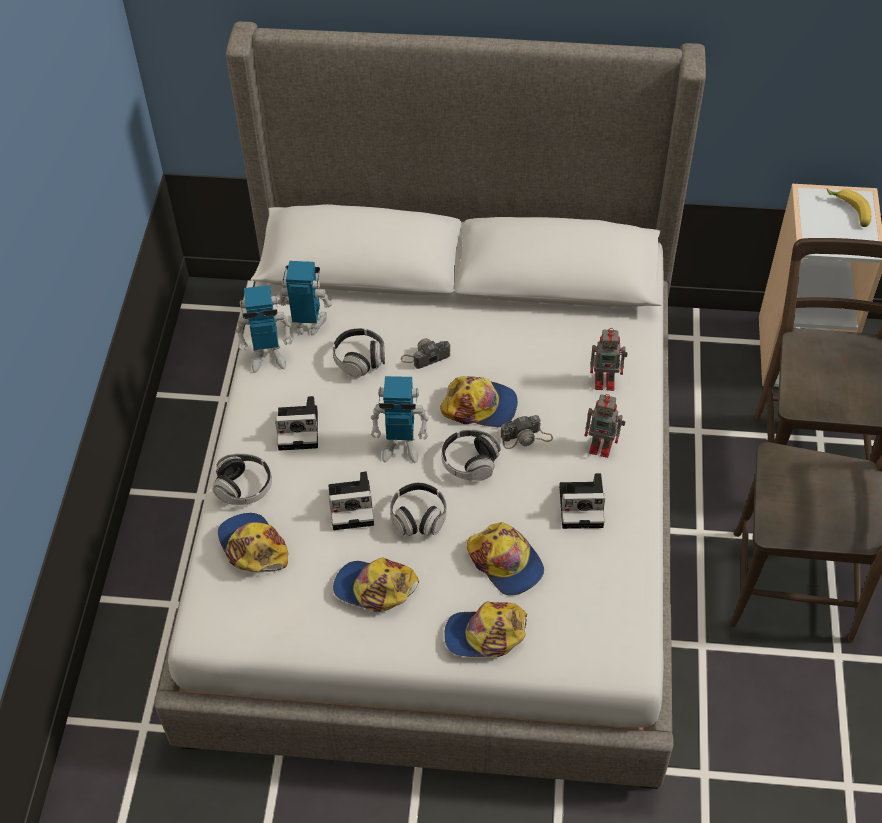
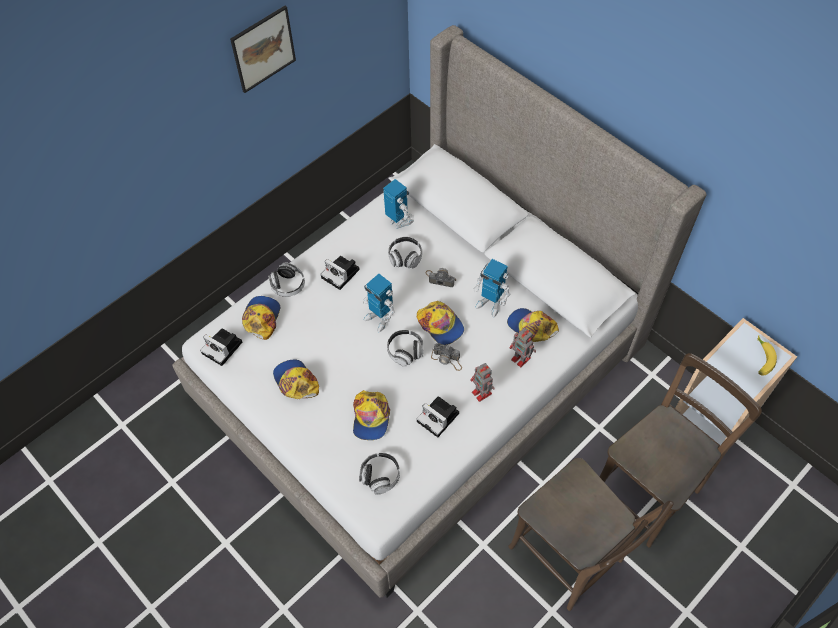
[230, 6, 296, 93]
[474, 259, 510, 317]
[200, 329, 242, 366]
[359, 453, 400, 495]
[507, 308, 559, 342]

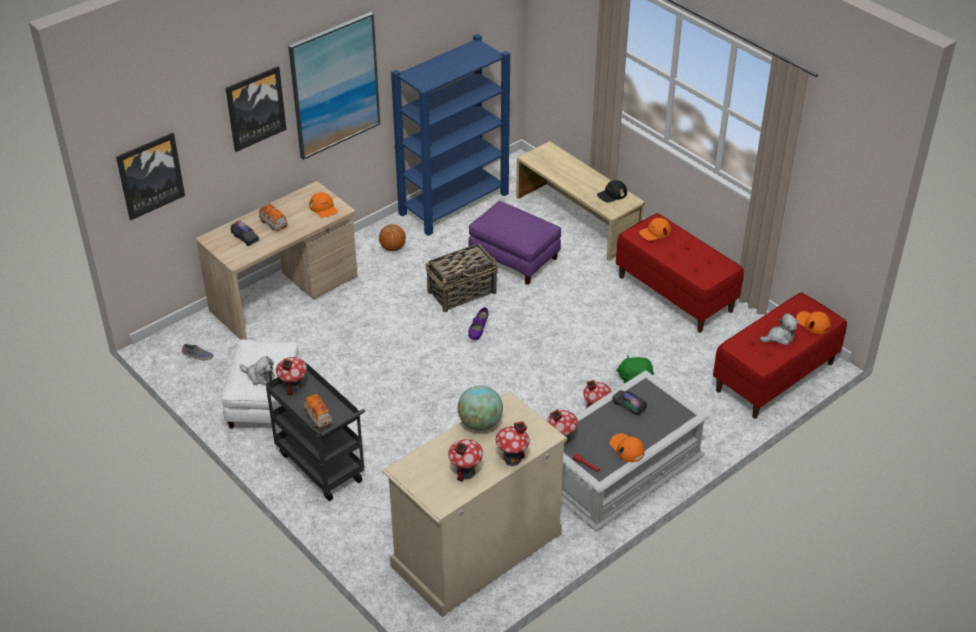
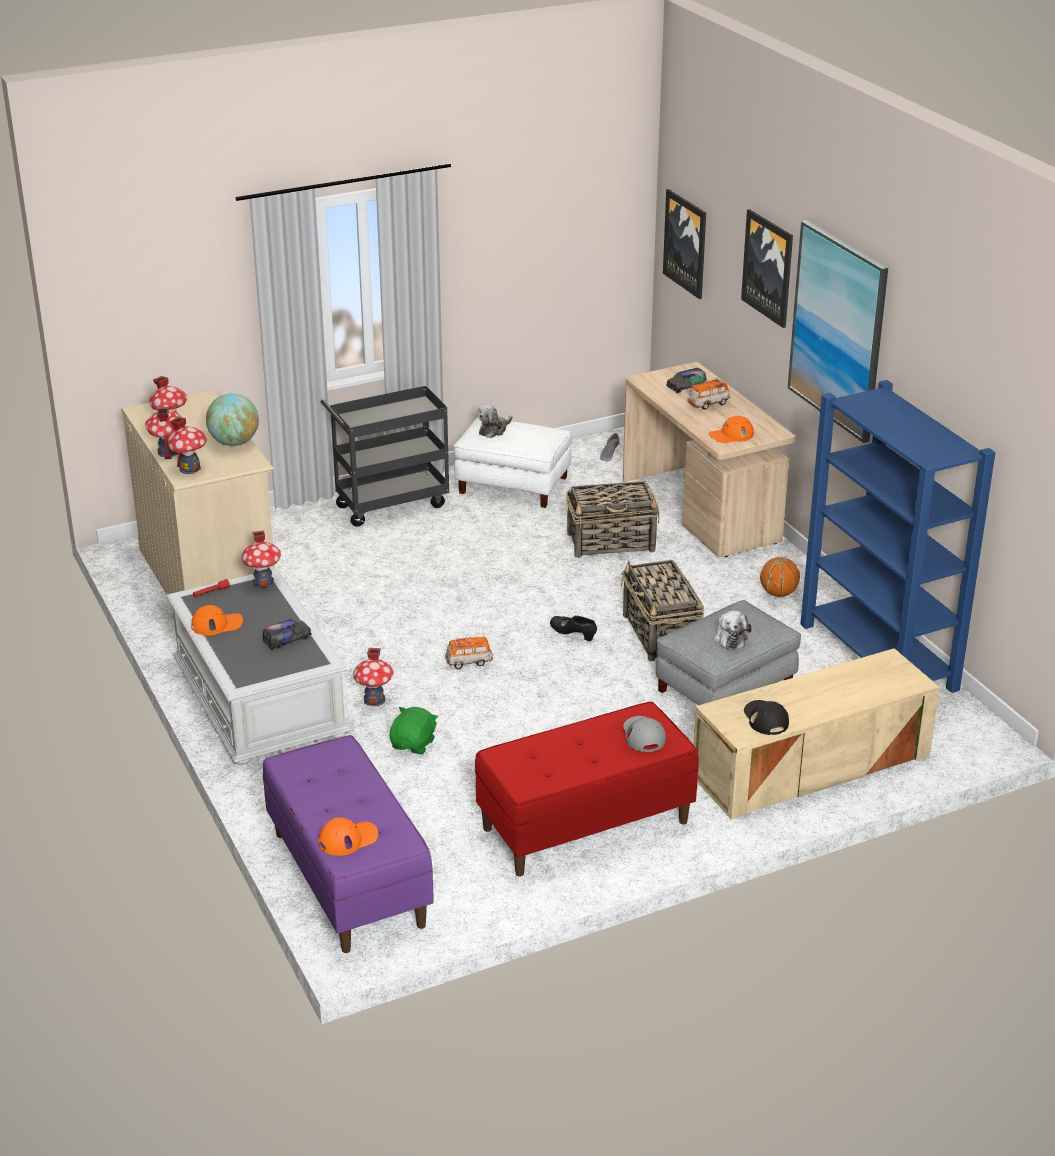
[566, 481, 659, 558]
[167, 417, 207, 474]
[445, 637, 493, 669]
[713, 610, 752, 649]
[656, 600, 801, 705]
[550, 616, 597, 641]
[623, 716, 666, 752]
[263, 735, 434, 953]

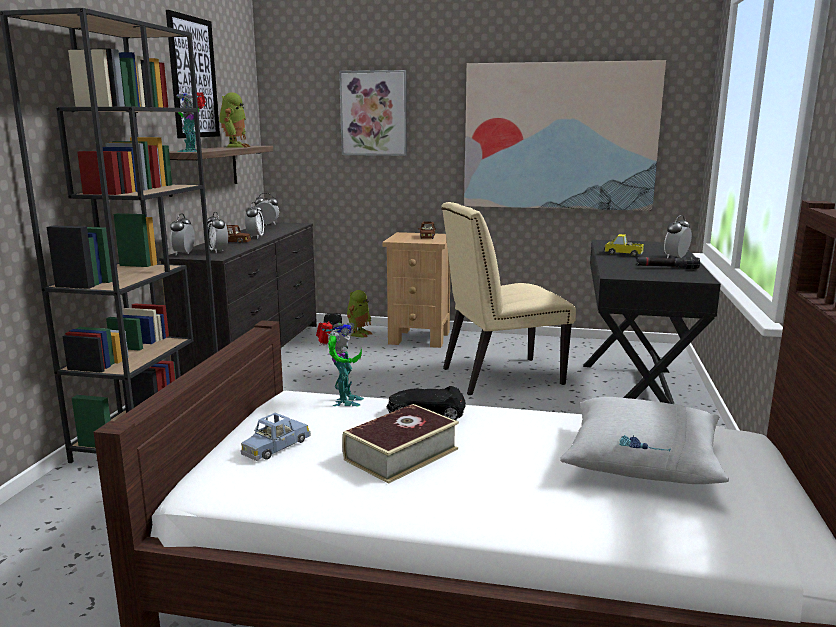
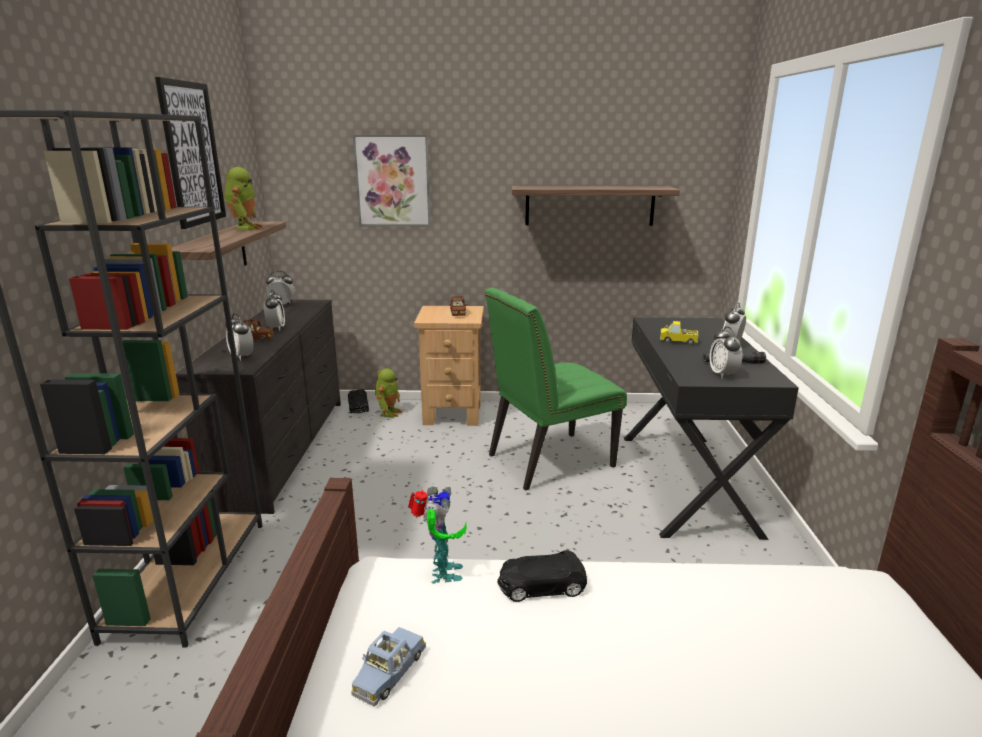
[176, 92, 206, 152] (first image)
[342, 404, 459, 484] (first image)
[560, 397, 729, 484] (first image)
[709, 327, 742, 379]
[512, 186, 680, 226]
[485, 287, 627, 491]

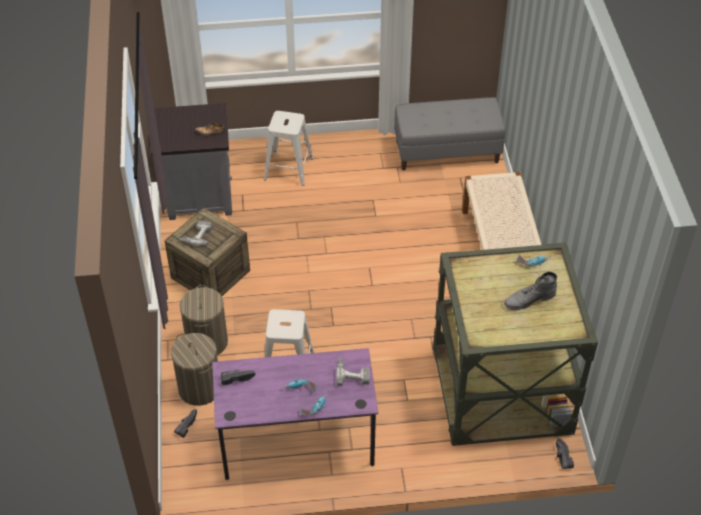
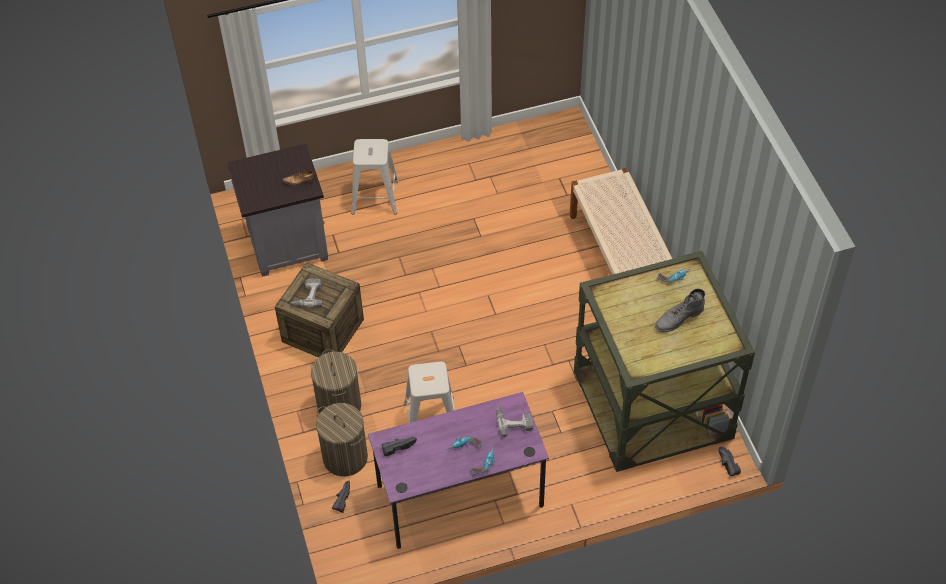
[394, 97, 505, 170] (first image)

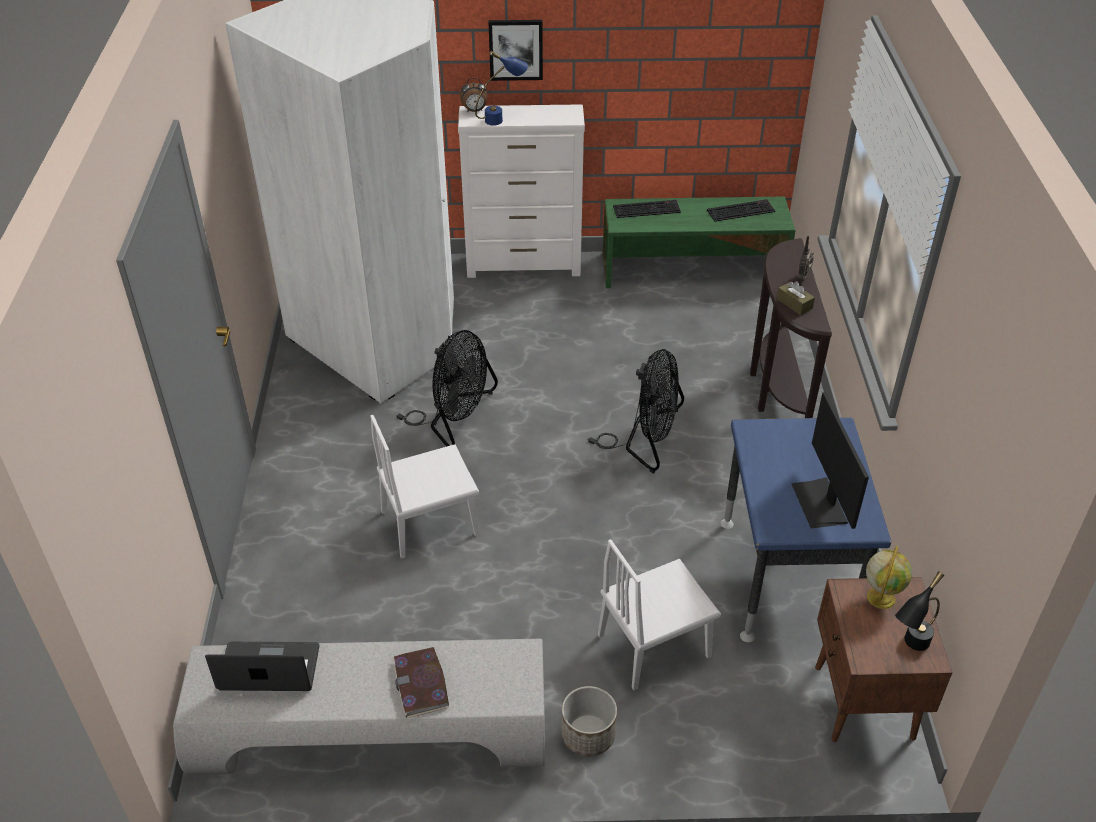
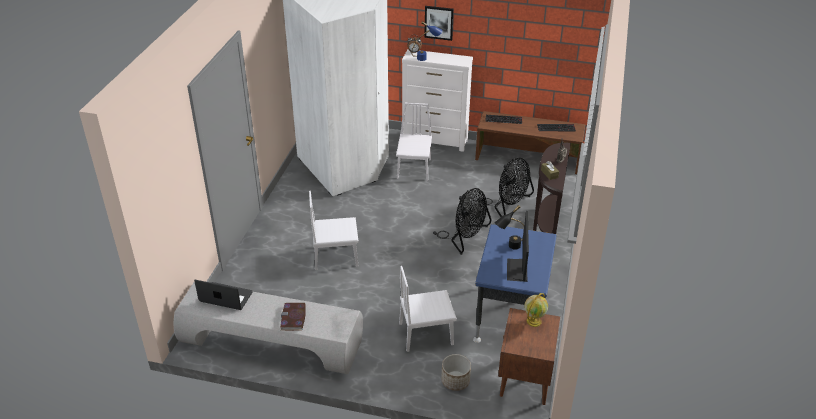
[396, 103, 432, 181]
[477, 158, 534, 217]
[441, 354, 471, 391]
[495, 205, 524, 250]
[475, 111, 586, 174]

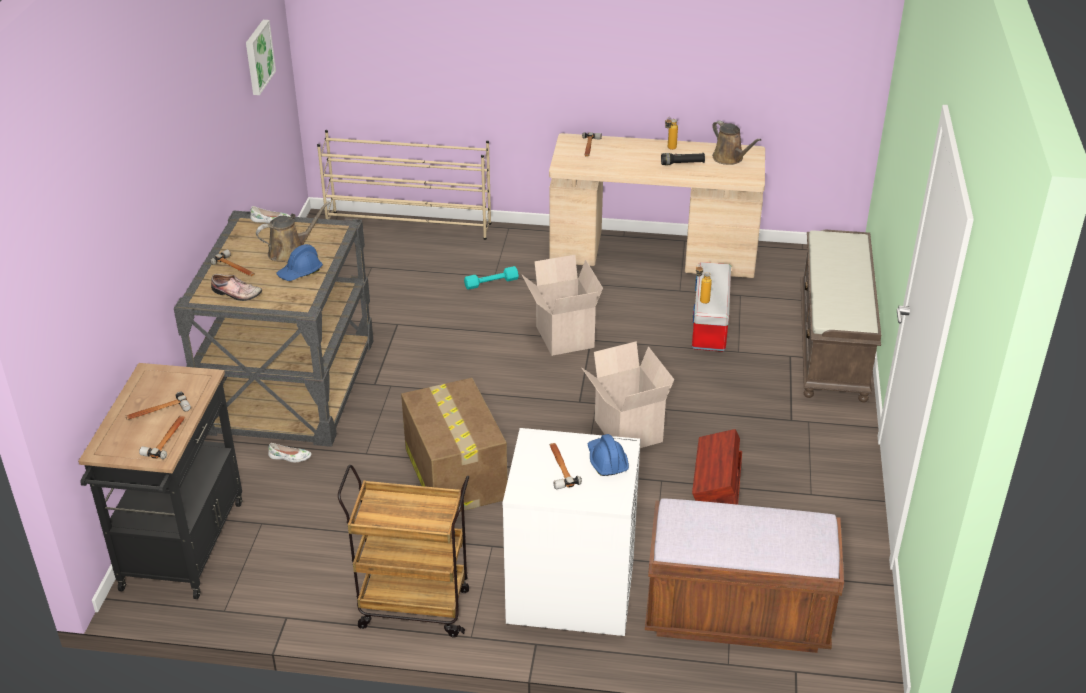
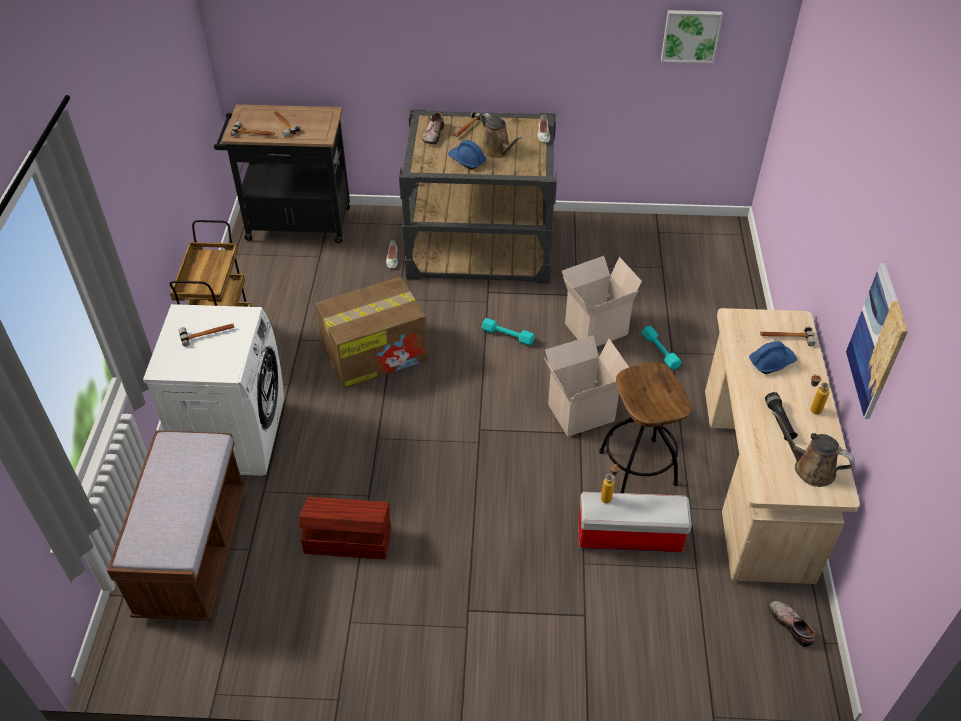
[317, 130, 491, 240] (first image)
[800, 230, 881, 403] (first image)
[481, 318, 535, 346]
[599, 363, 691, 493]
[769, 601, 815, 647]
[846, 263, 908, 419]
[562, 256, 642, 347]
[749, 341, 797, 374]
[772, 411, 855, 487]

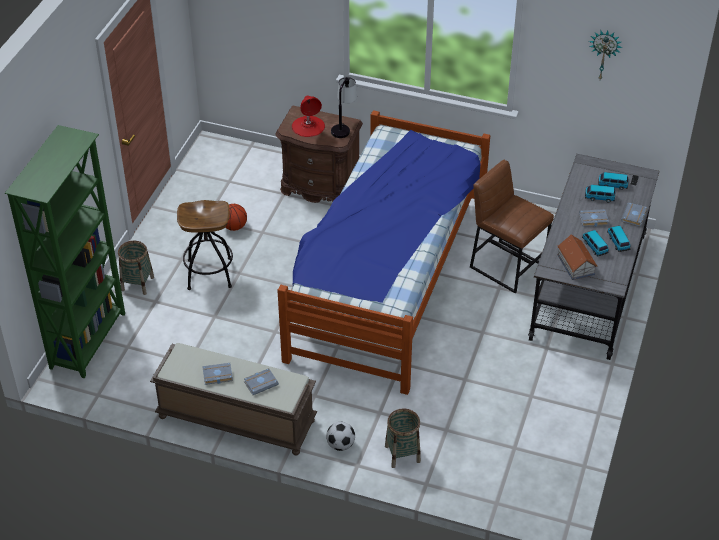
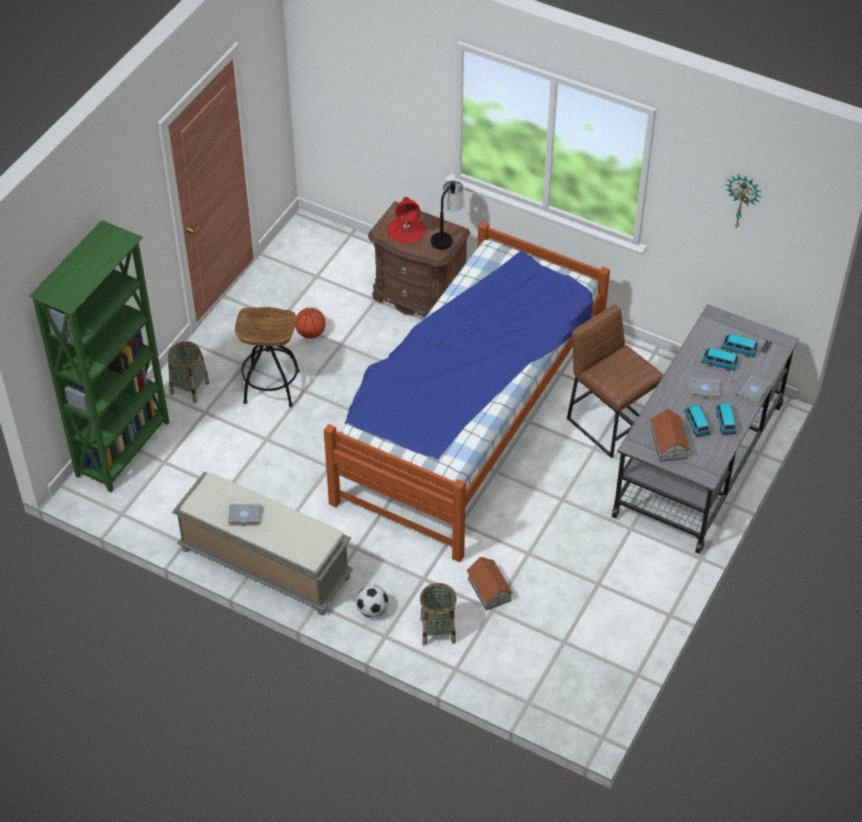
[244, 368, 279, 395] (first image)
[467, 557, 513, 611]
[172, 472, 353, 615]

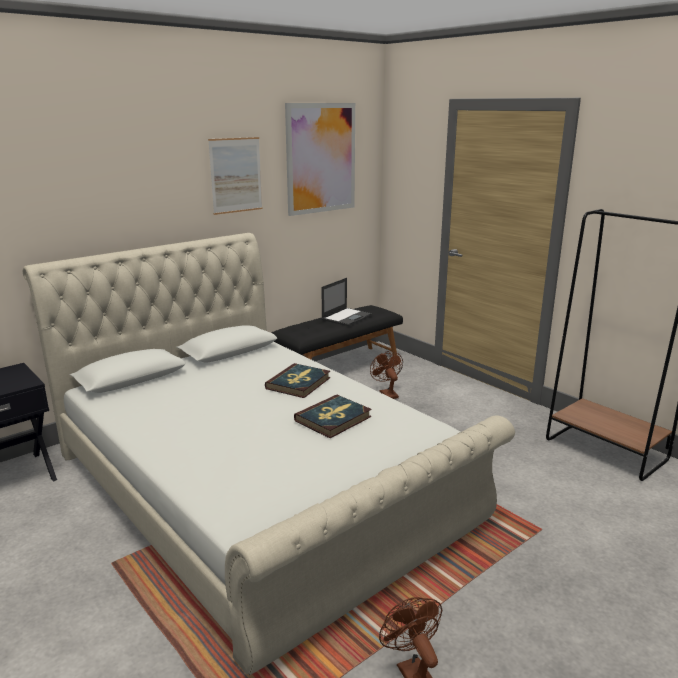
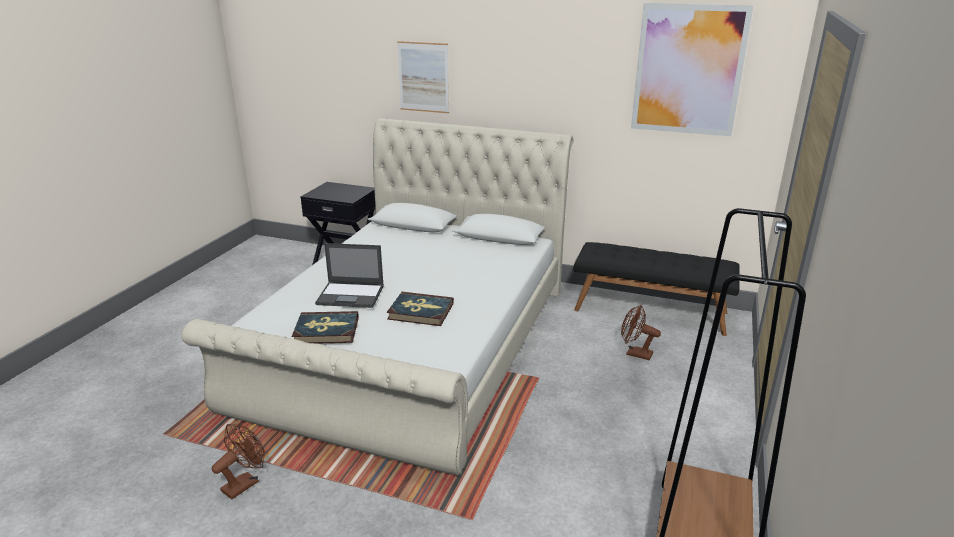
[397, 41, 449, 113]
[292, 311, 359, 344]
[315, 243, 384, 308]
[621, 305, 661, 360]

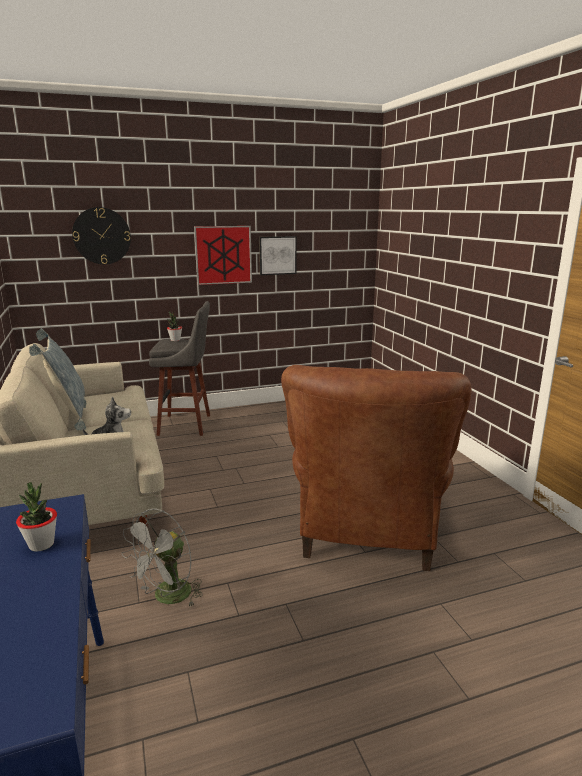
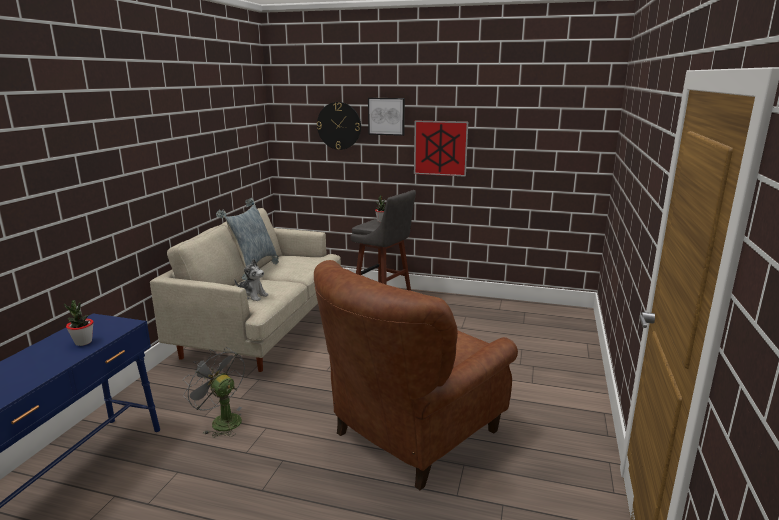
[368, 98, 405, 136]
[183, 347, 245, 438]

